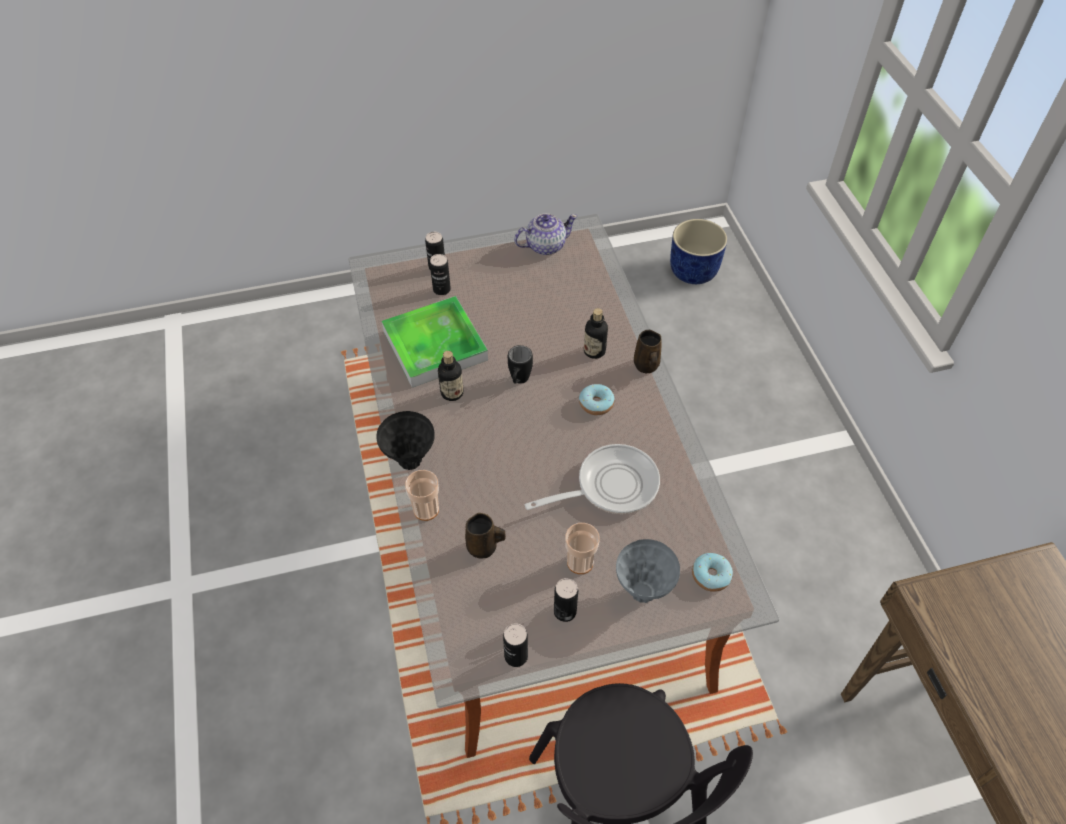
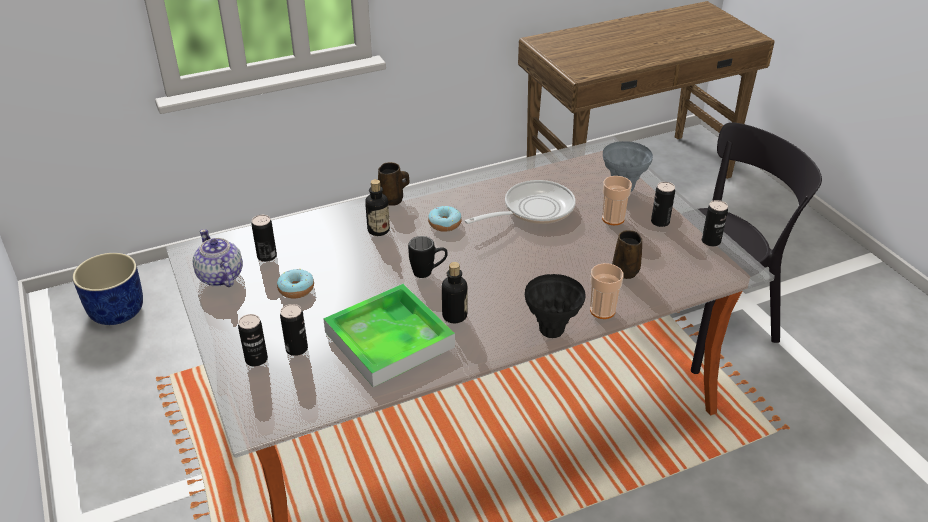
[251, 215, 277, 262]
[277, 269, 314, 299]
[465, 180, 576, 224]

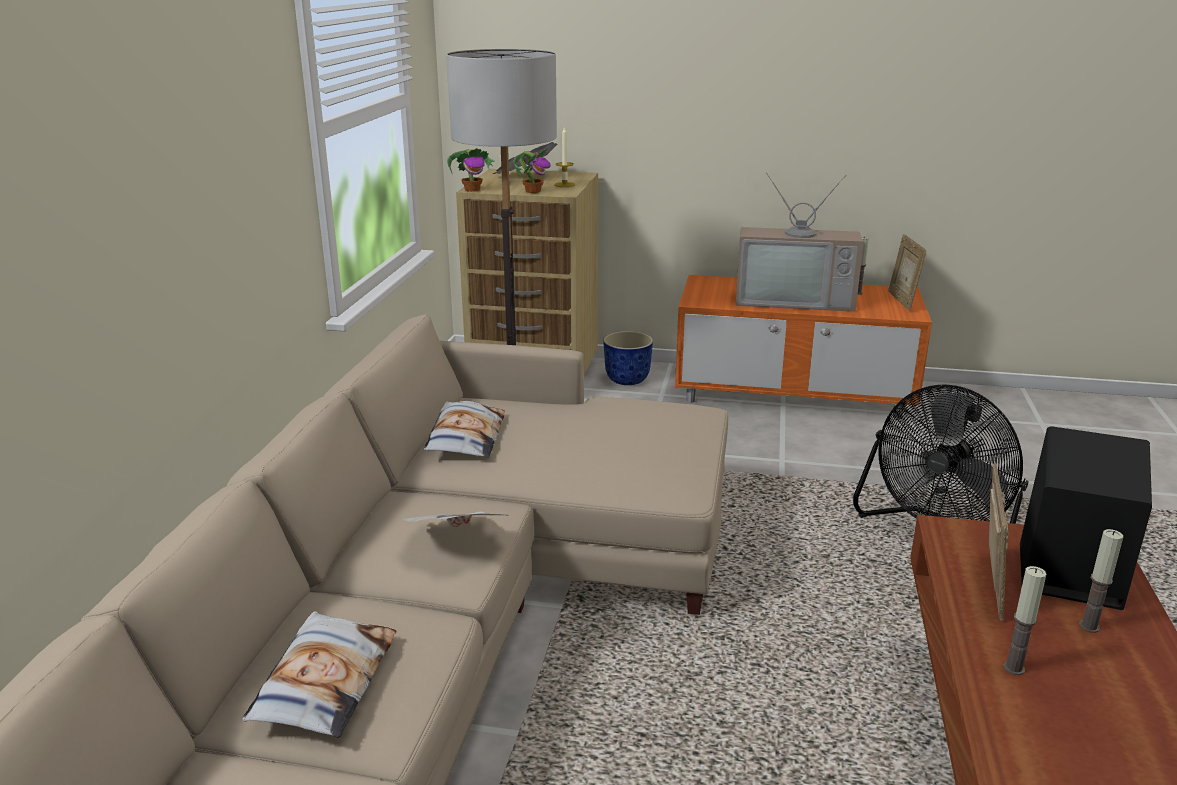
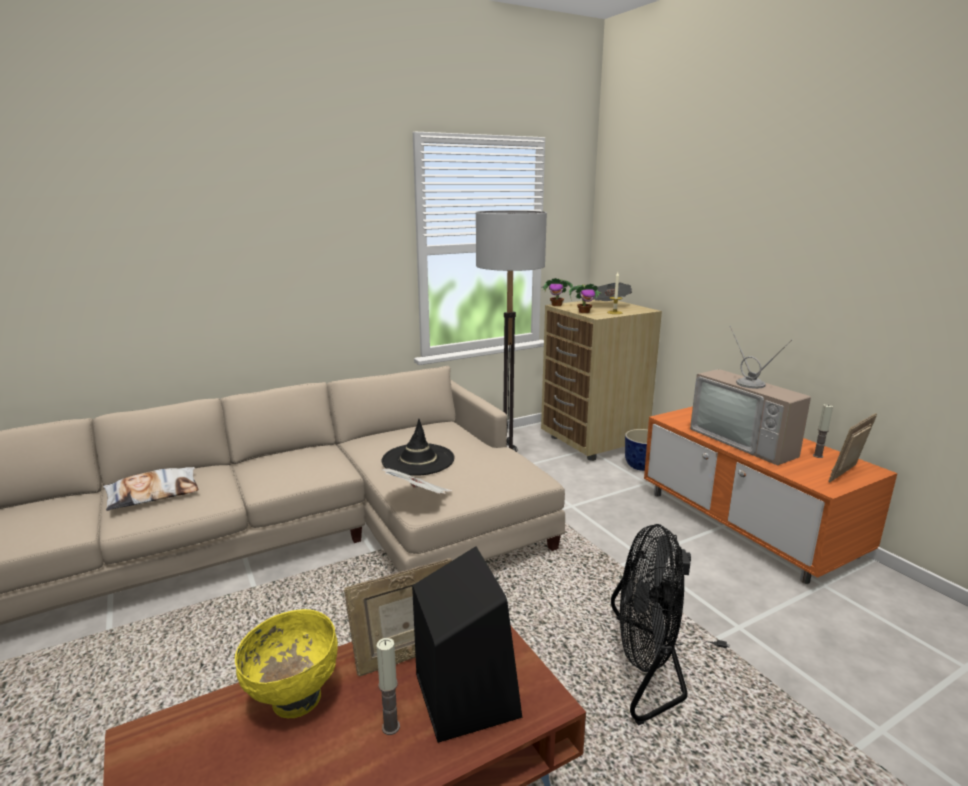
[424, 401, 505, 458] (first image)
[382, 419, 455, 476]
[382, 468, 452, 494]
[235, 609, 338, 718]

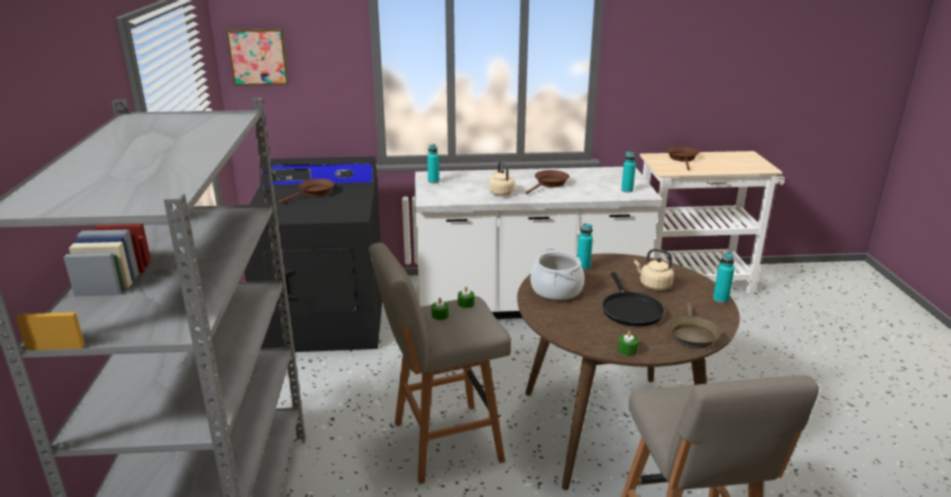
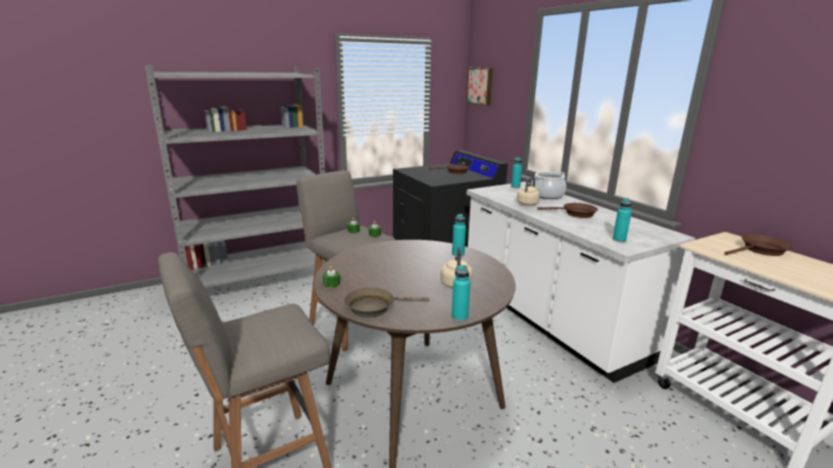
[602, 272, 665, 326] (first image)
[531, 172, 566, 199]

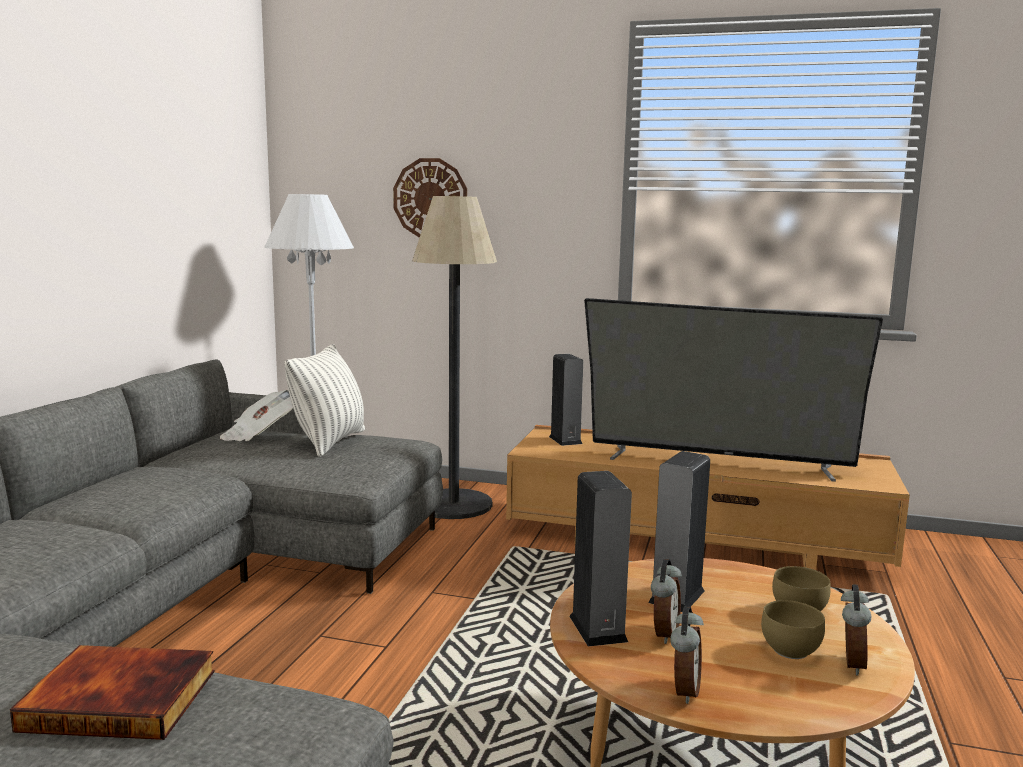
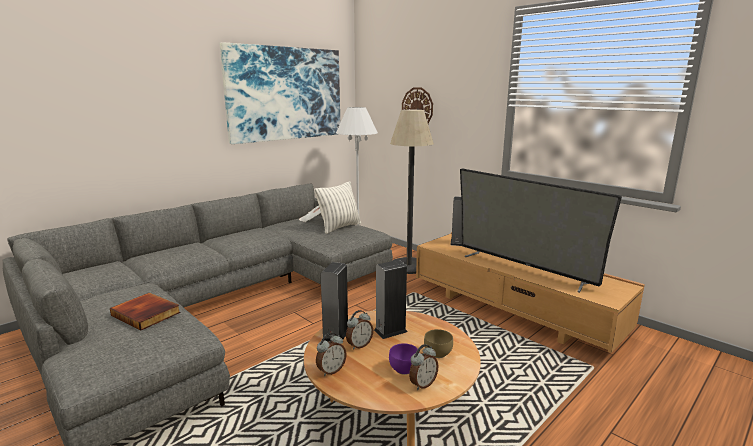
[220, 42, 340, 144]
[389, 343, 418, 375]

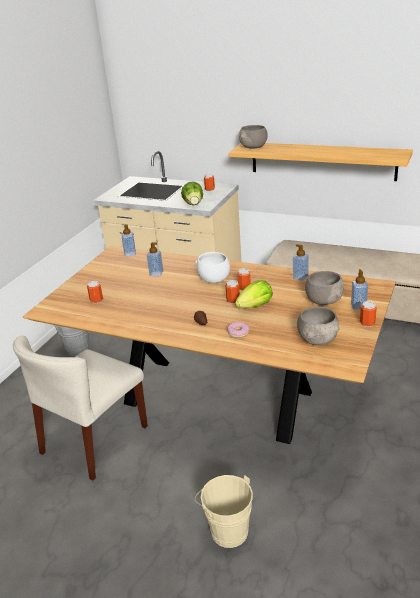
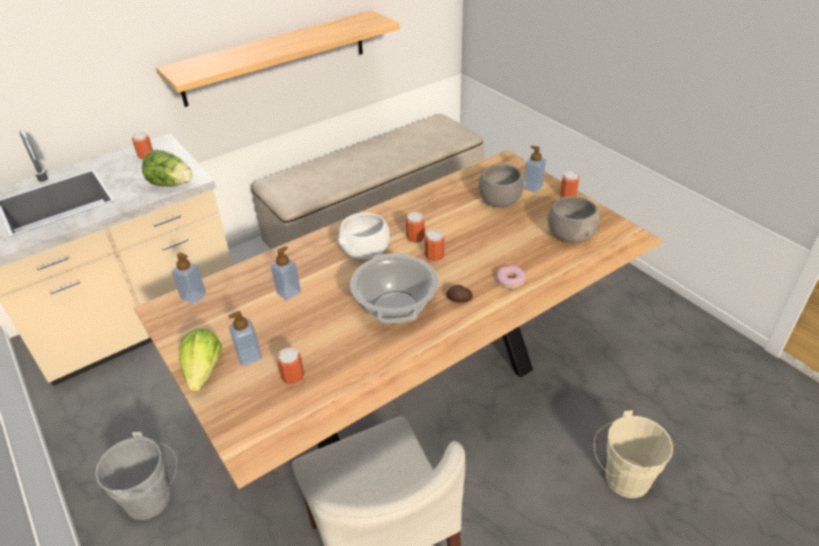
[239, 125, 268, 148] (first image)
[350, 253, 438, 323]
[179, 329, 222, 391]
[229, 311, 262, 366]

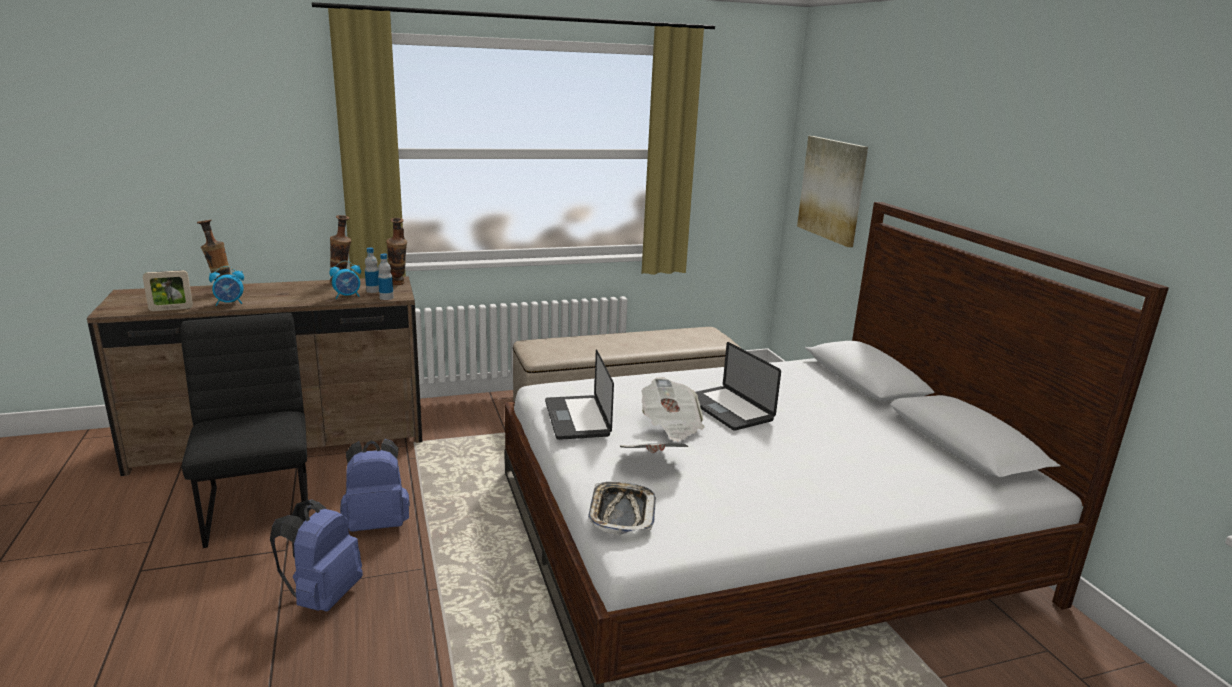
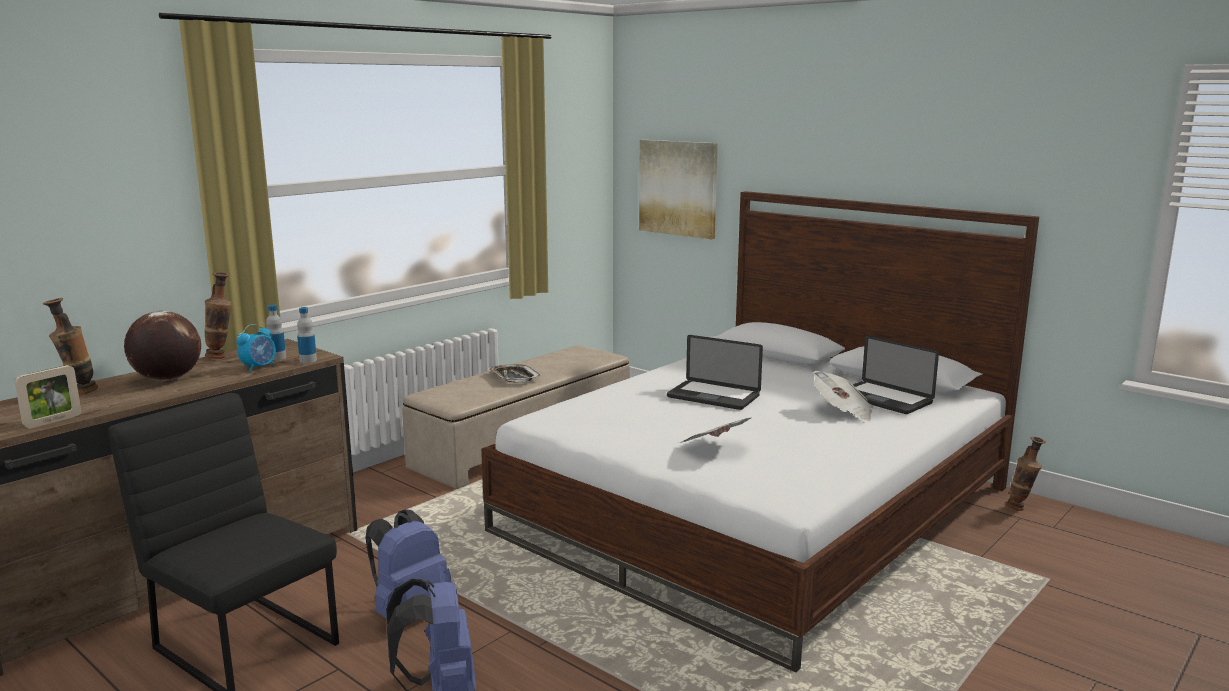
[209, 266, 244, 306] (first image)
[124, 311, 201, 381]
[1006, 437, 1046, 511]
[853, 336, 939, 414]
[489, 364, 541, 383]
[813, 371, 873, 421]

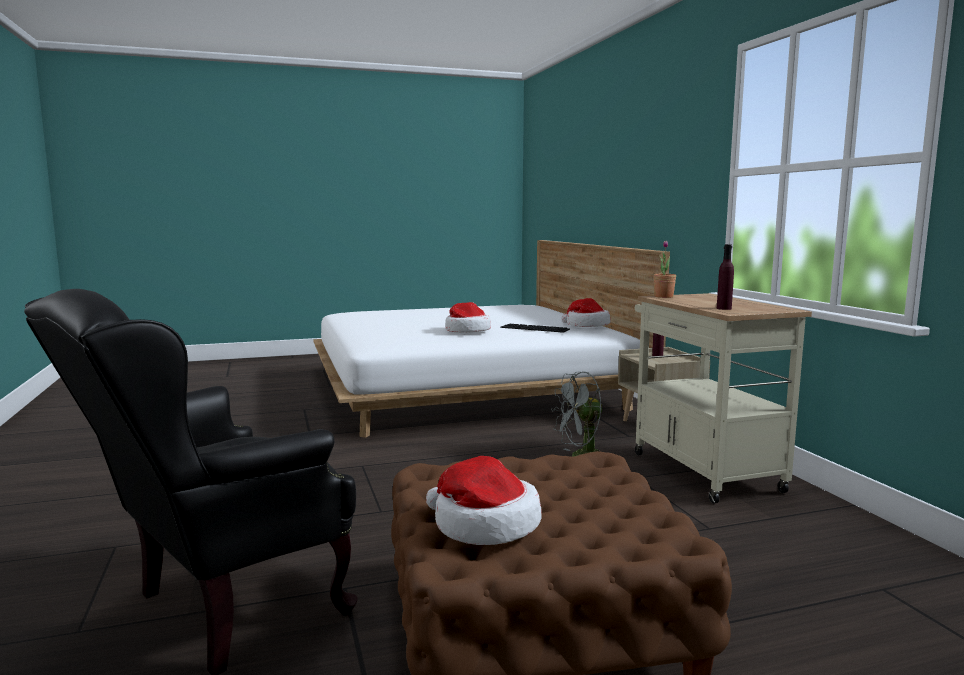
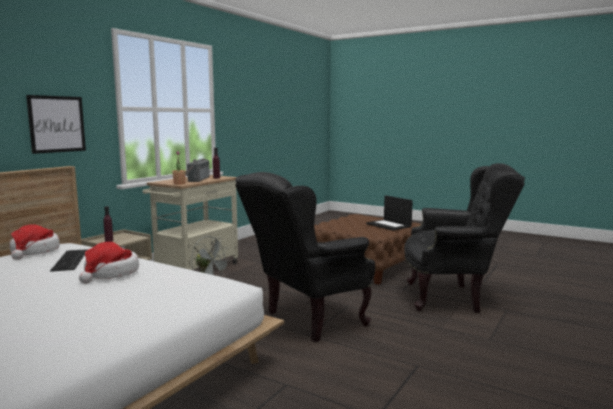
[26, 95, 86, 154]
[186, 159, 210, 182]
[235, 172, 375, 342]
[366, 195, 413, 231]

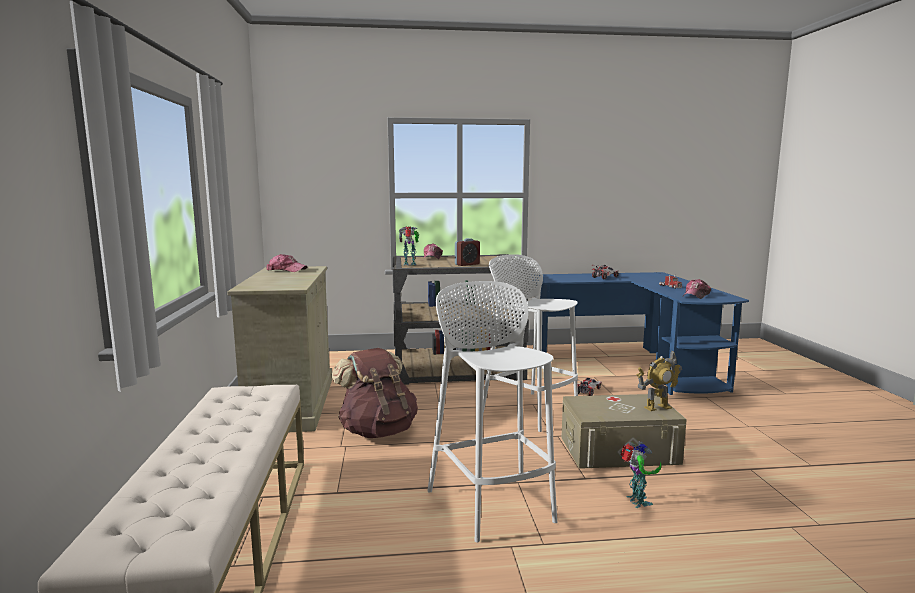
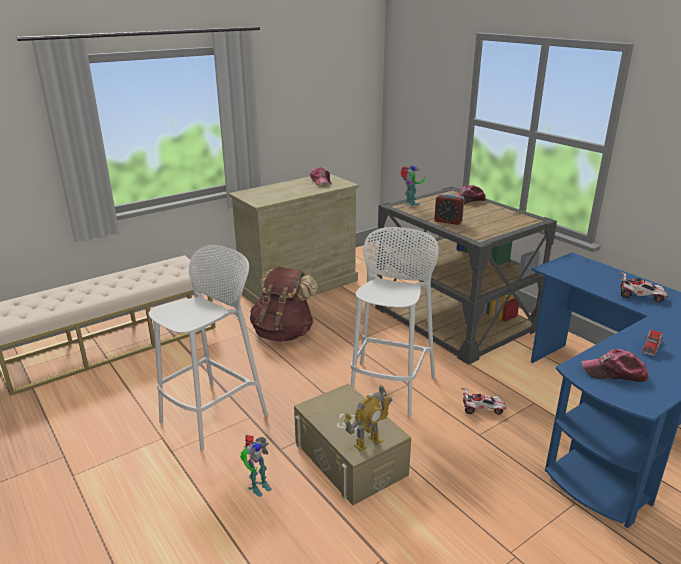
[343, 385, 392, 451]

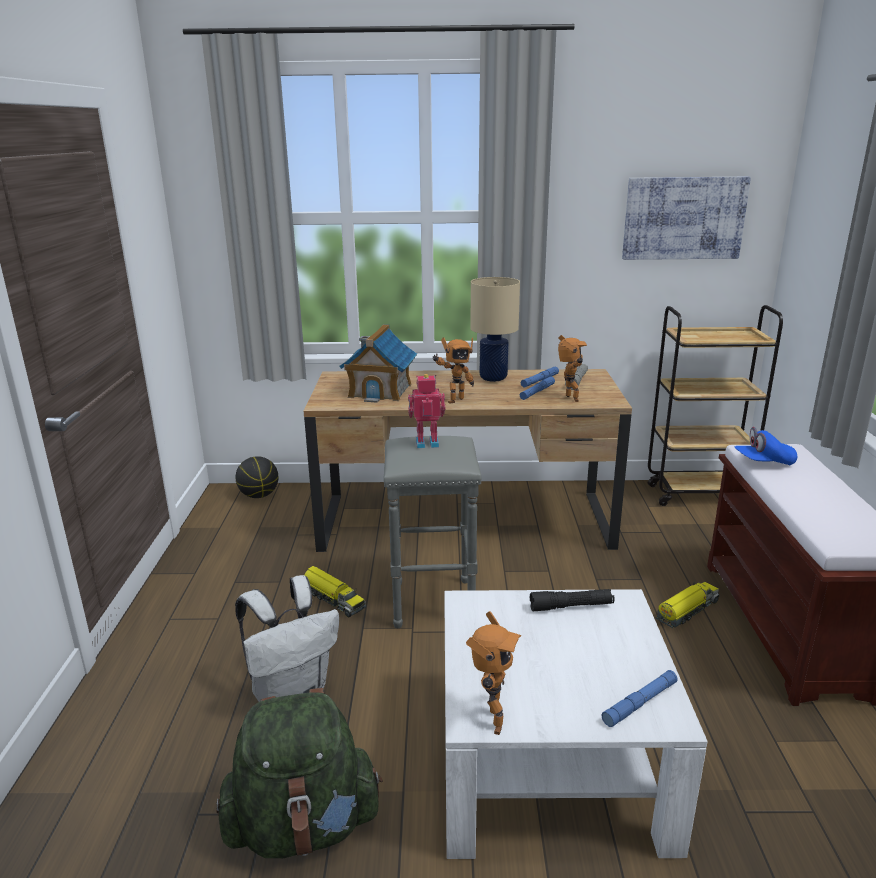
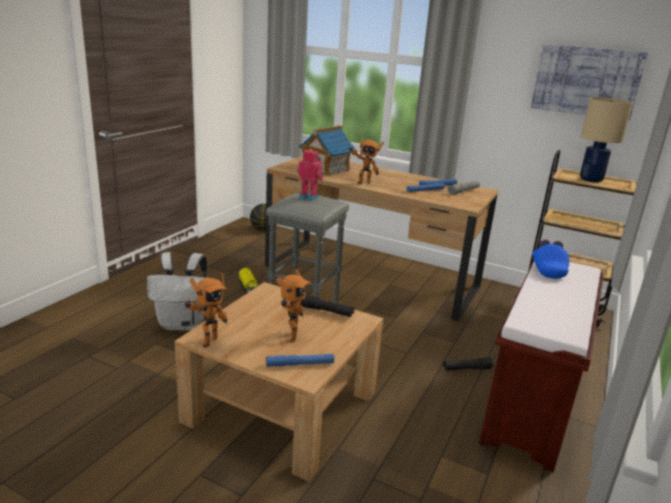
[216, 688, 383, 858] (first image)
[580, 97, 633, 182]
[276, 269, 312, 342]
[443, 358, 493, 370]
[175, 282, 383, 482]
[533, 240, 569, 279]

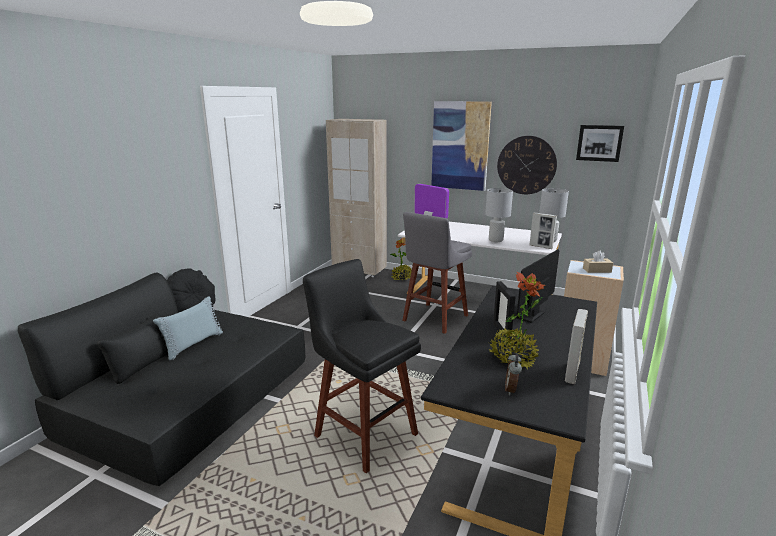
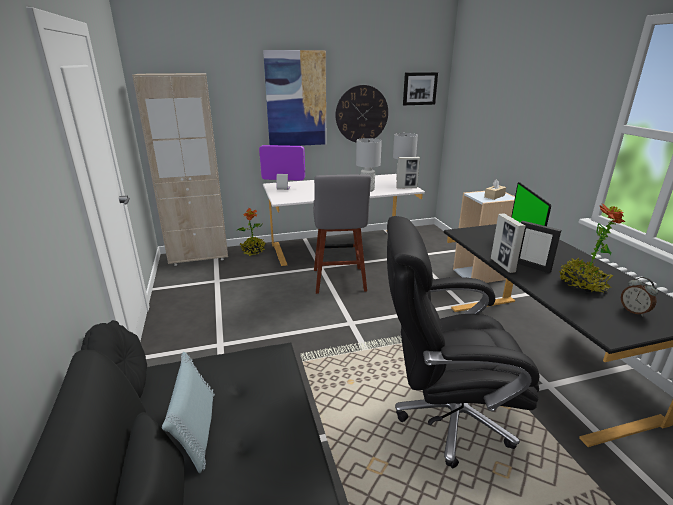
[491, 213, 526, 273]
[387, 216, 540, 468]

